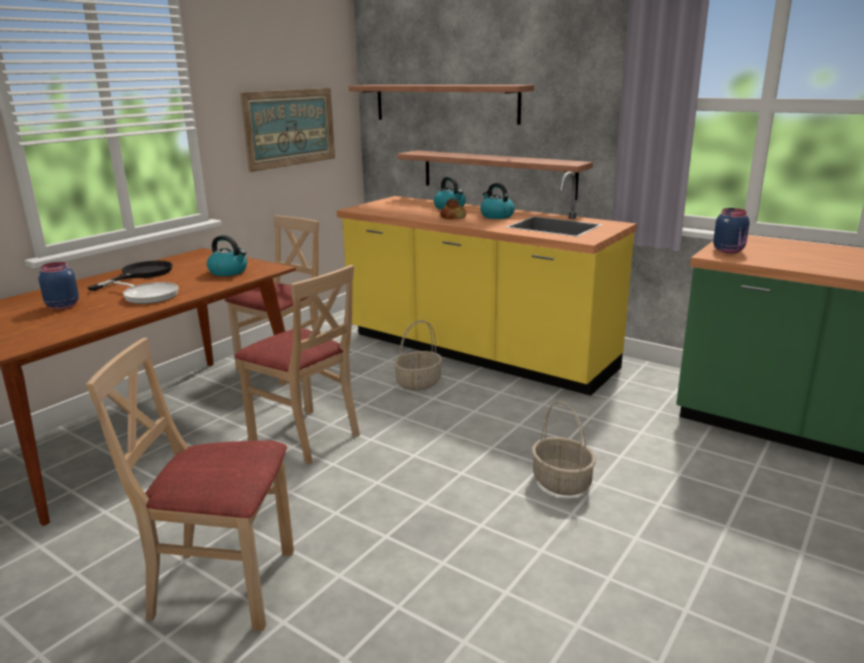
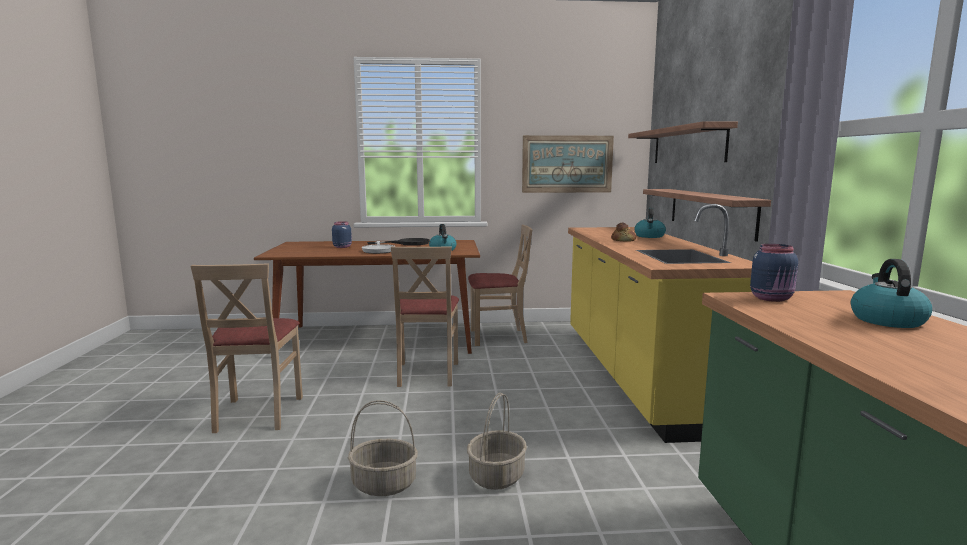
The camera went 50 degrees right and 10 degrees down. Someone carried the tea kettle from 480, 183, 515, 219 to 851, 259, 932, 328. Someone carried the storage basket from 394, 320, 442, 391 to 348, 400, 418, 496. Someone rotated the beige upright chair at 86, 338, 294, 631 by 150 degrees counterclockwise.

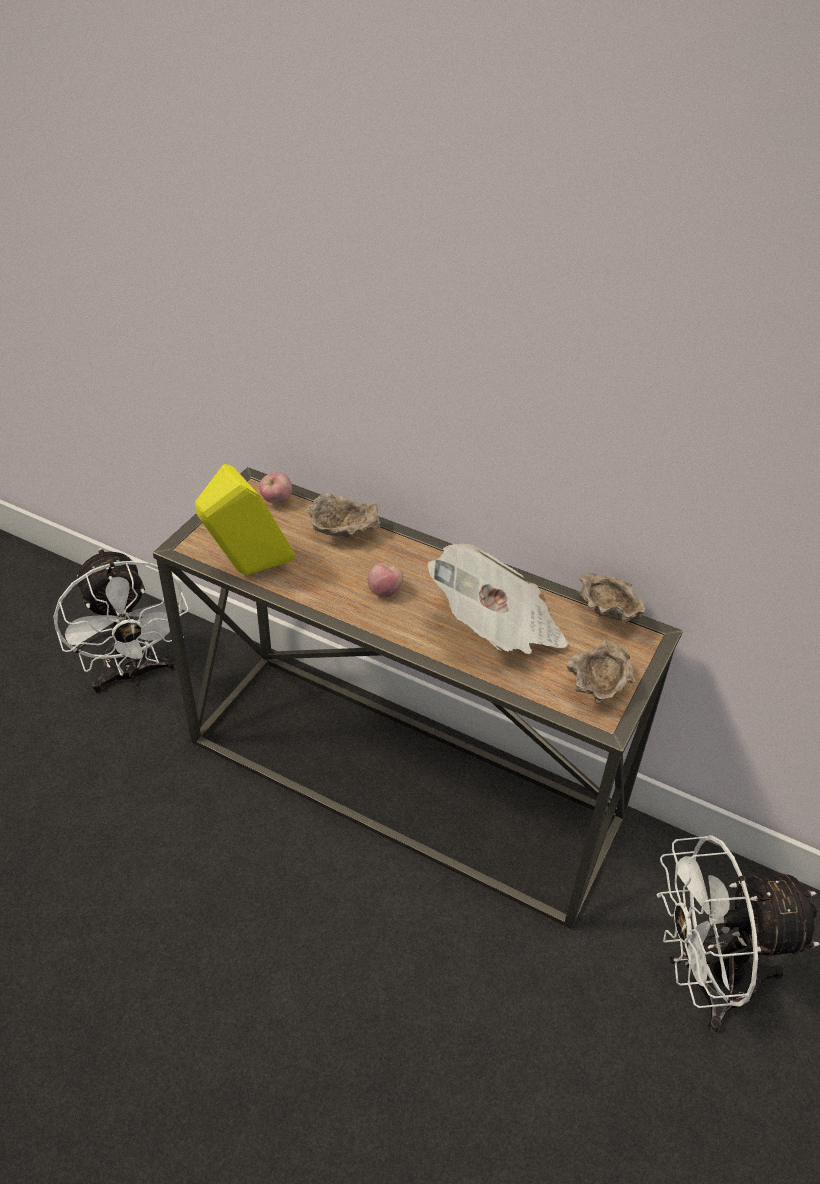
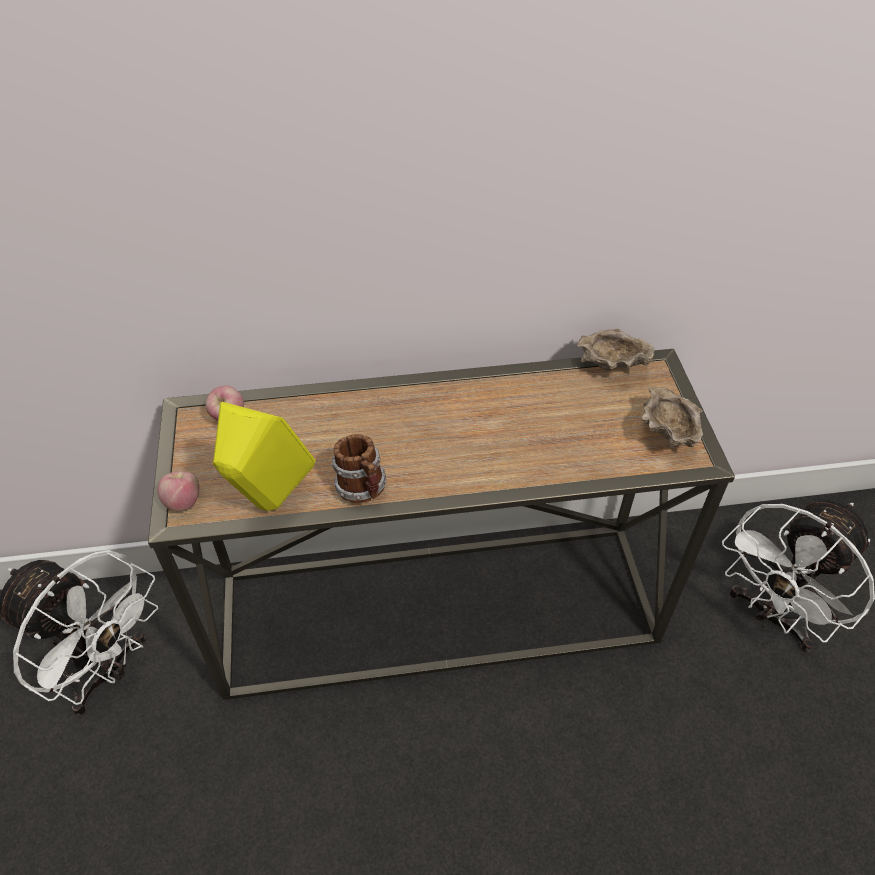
The camera went 35 degrees left and 5 degrees up. Someone took away the beige bowl at 308, 492, 380, 538. Someone took away the printed paper at 427, 543, 568, 654. Someone carried the apple fruit from 368, 563, 403, 597 to 157, 471, 199, 511. Someone put down the mug at 331, 434, 387, 503.

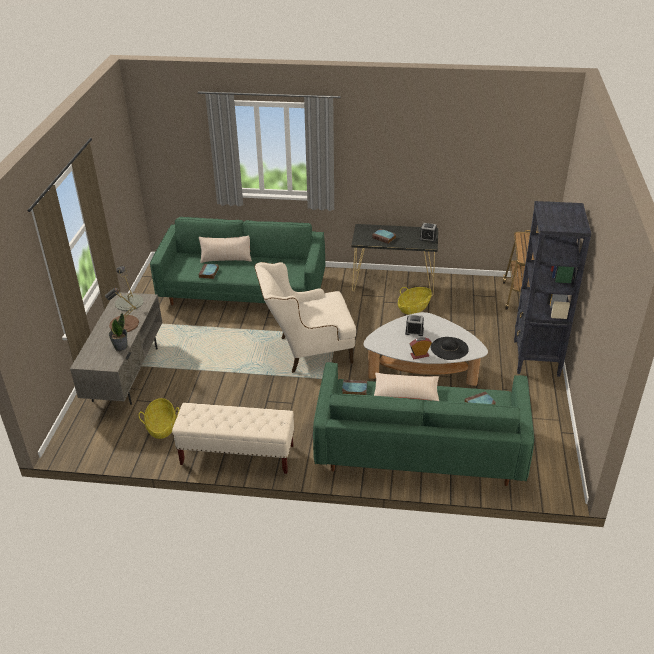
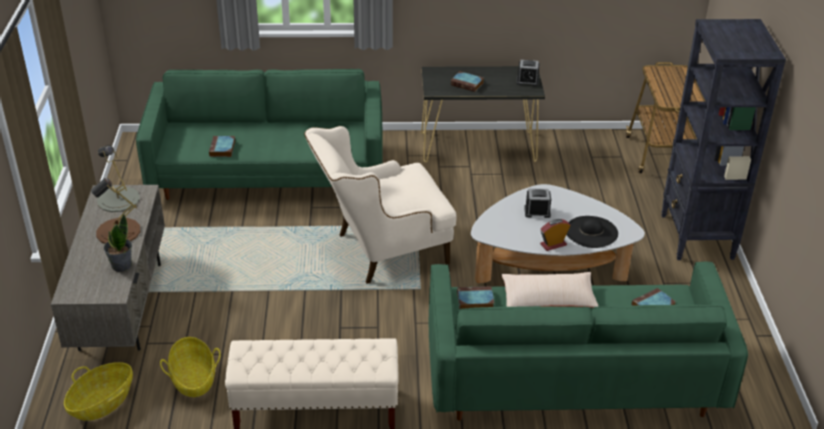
The camera went 10 degrees left and 0 degrees up. Someone took away the beige pillow at 199, 236, 252, 263. Someone carried the storage basket from 398, 287, 432, 315 to 64, 362, 133, 421.

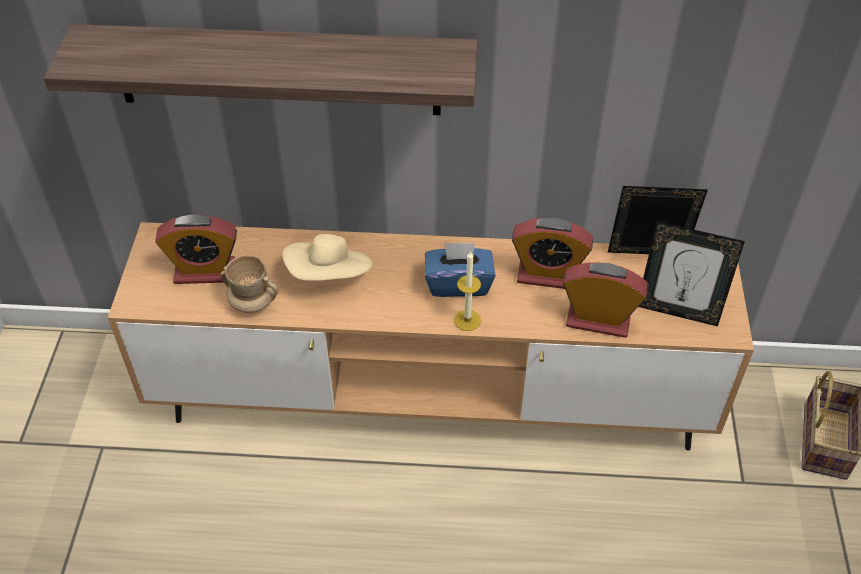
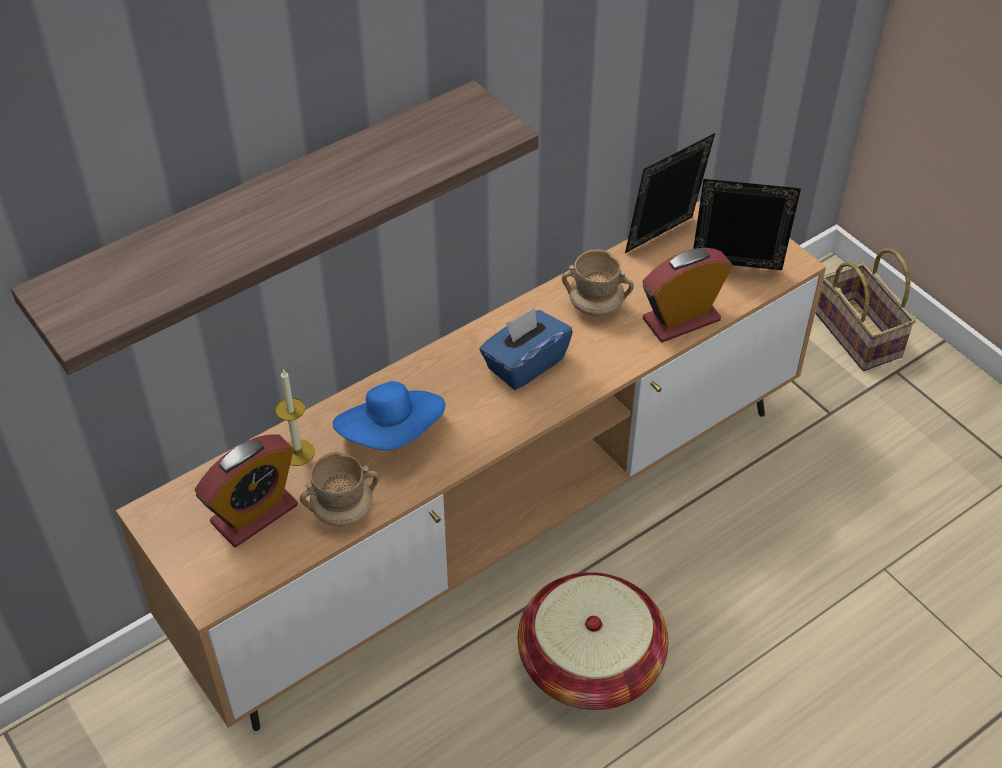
The camera went 40 degrees left and 0 degrees up. Someone swapped the table clock at 512, 218, 593, 289 for the beige mug at 562, 249, 634, 317. Someone rotated the photo frame at 639, 221, 745, 327 by 150 degrees counterclockwise. Someone repainted the beige wearable hat at 282, 234, 373, 281, which became the bluish wearable hat at 333, 381, 445, 450. Someone carried the wax candle from 454, 251, 481, 331 to 276, 369, 315, 466. Someone put down the storage basket at 518, 572, 668, 710.

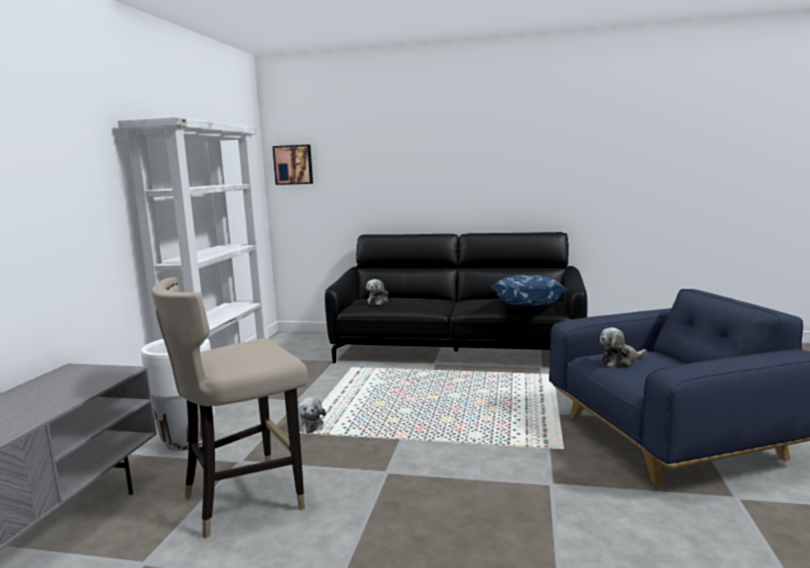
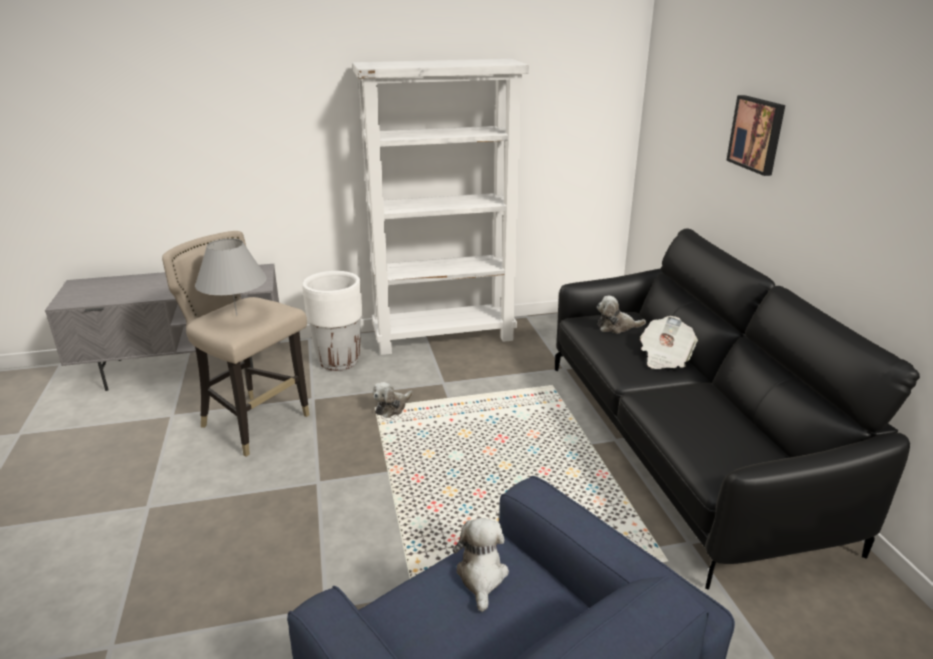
The camera went 65 degrees right and 15 degrees up. Someone carried the wall picture from 273, 145, 313, 185 to 726, 95, 785, 176. Someone took away the bluish pillow at 491, 275, 568, 306. Someone rotated the soft toy at 600, 328, 647, 367 by 45 degrees clockwise. Someone put down the greyish table lamp at 195, 238, 267, 316. Someone put down the printed paper at 640, 316, 698, 369.

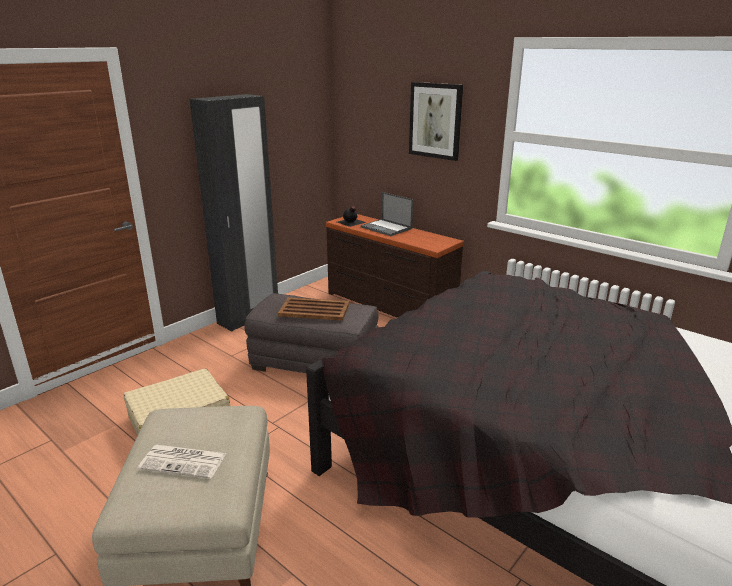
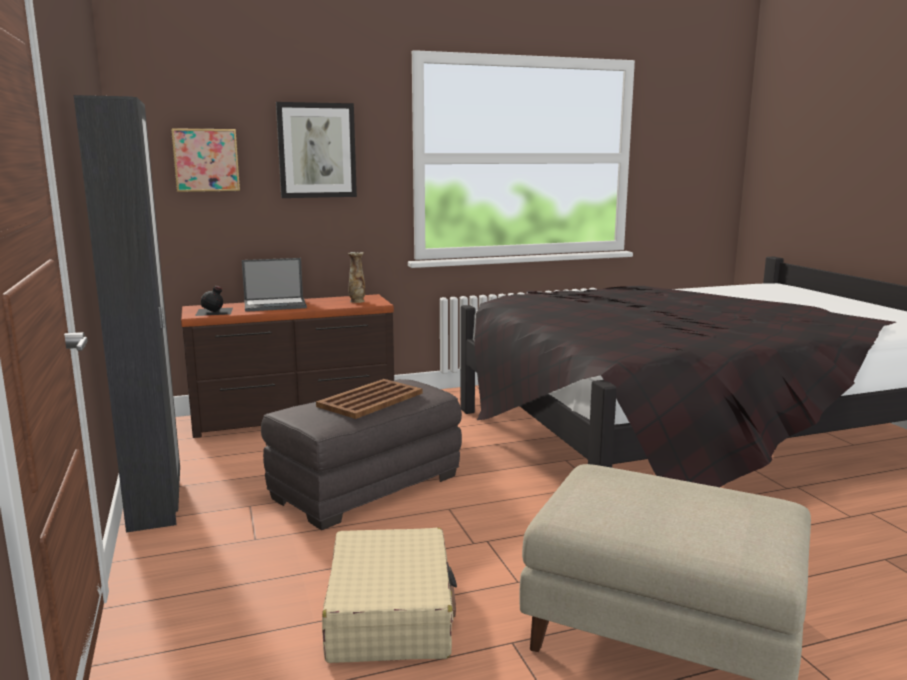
The camera went 60 degrees left and 10 degrees down. Someone took away the printed paper at 138, 445, 227, 479. Someone put up the wall picture at 171, 128, 240, 192. Someone put down the flower vase at 348, 252, 366, 303.

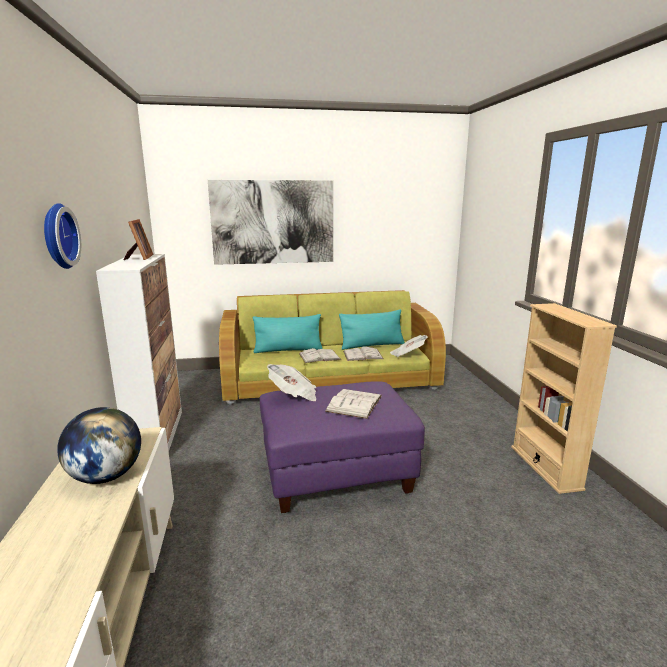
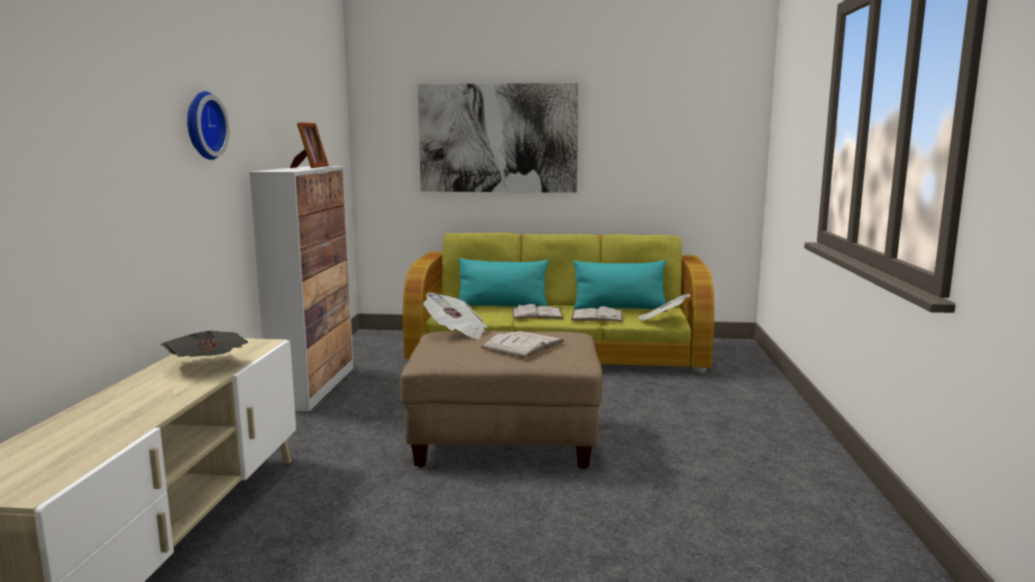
The camera went 15 degrees right and 5 degrees down. Someone took away the beige bookshelf at 511, 303, 617, 494. Someone repainted the purple pouffe at 260, 381, 425, 513, which became the beige pouffe at 400, 331, 602, 469. Someone swapped the world globe at 57, 407, 141, 484 for the printed paper at 160, 331, 248, 357.

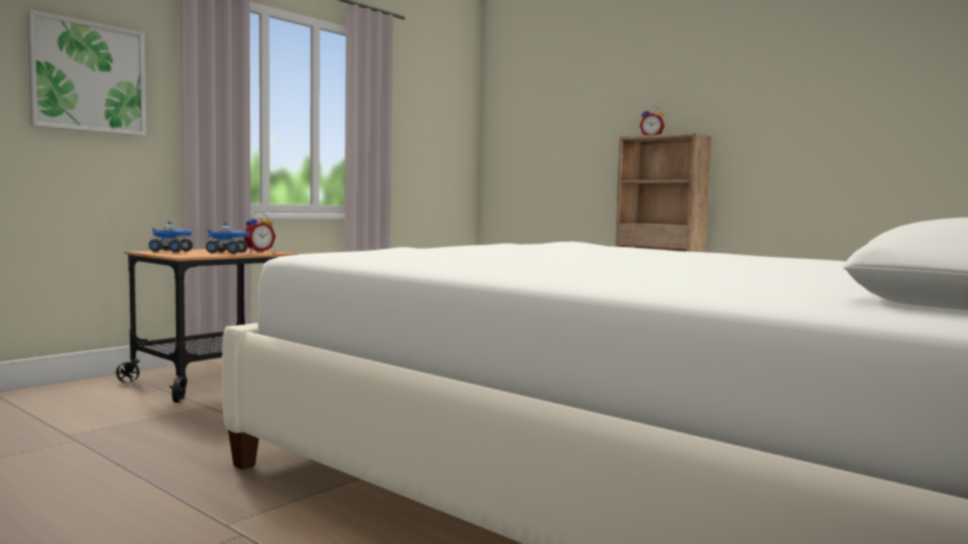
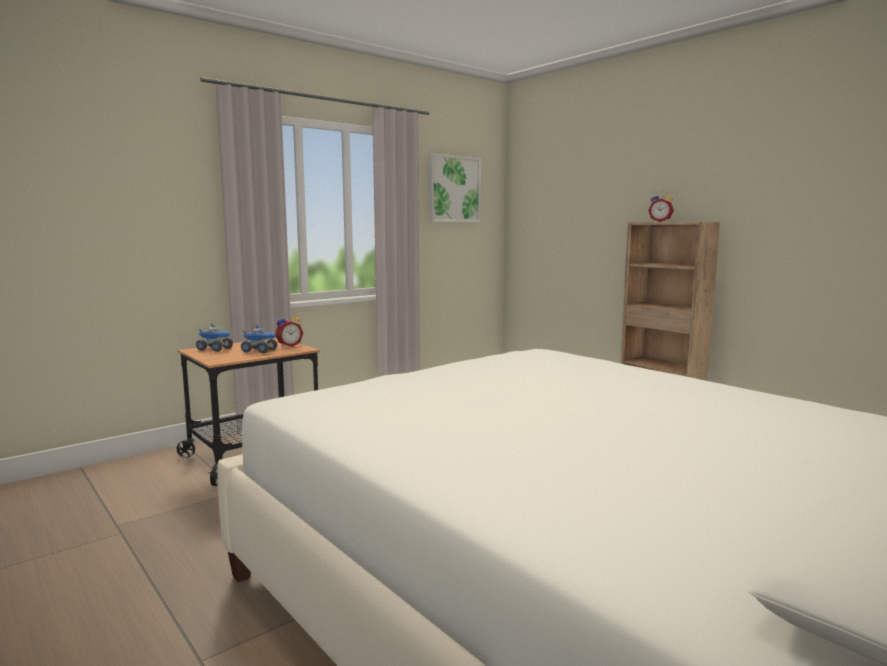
The camera went 10 degrees right and 5 degrees up. Someone carried the wall picture from 27, 10, 146, 136 to 429, 153, 481, 222.

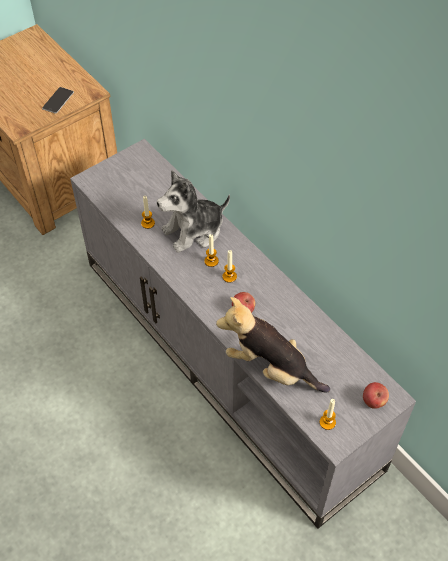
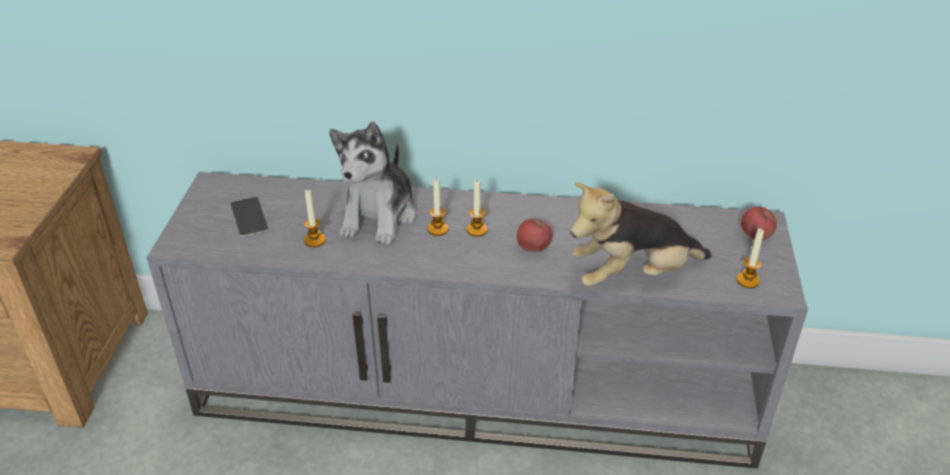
The camera went 45 degrees left and 15 degrees down. Someone carried the phone from 42, 87, 74, 114 to 230, 197, 269, 237.

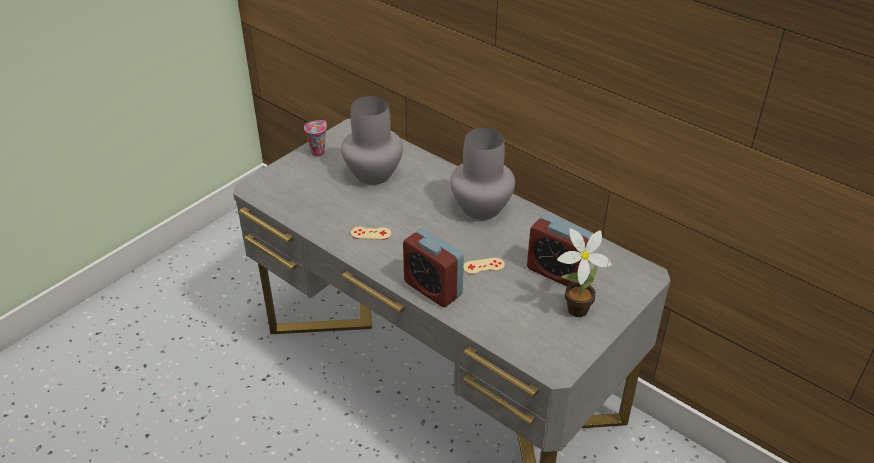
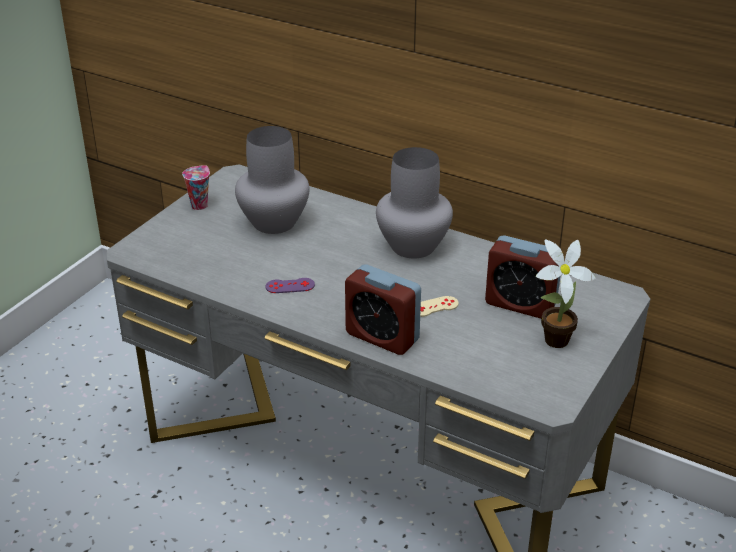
The camera went 10 degrees left and 5 degrees down. Someone repainted the beige gamepad at 351, 227, 391, 240, which became the purple gamepad at 265, 278, 315, 293.

